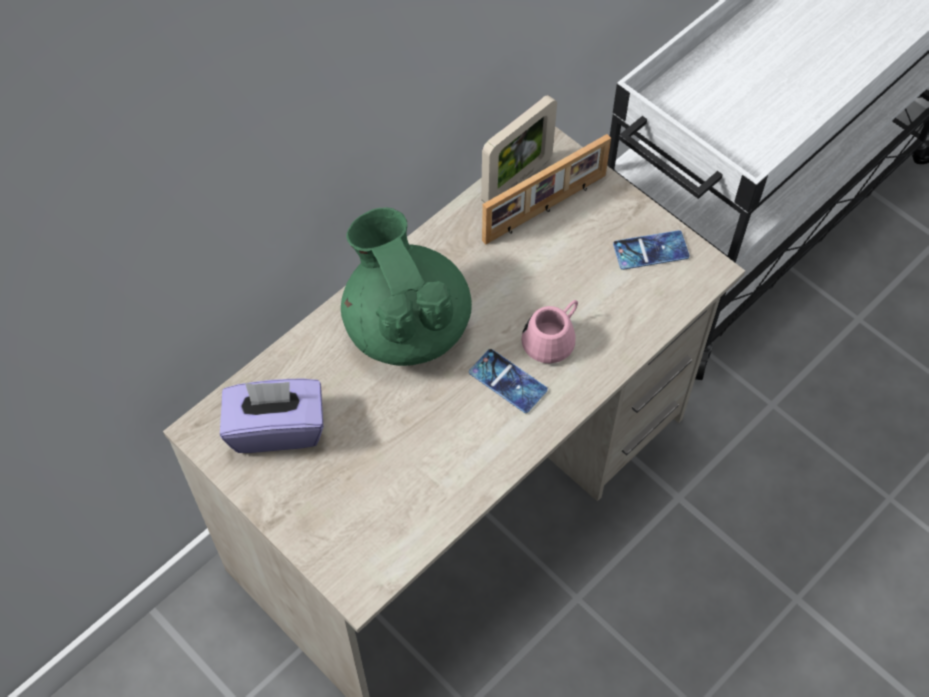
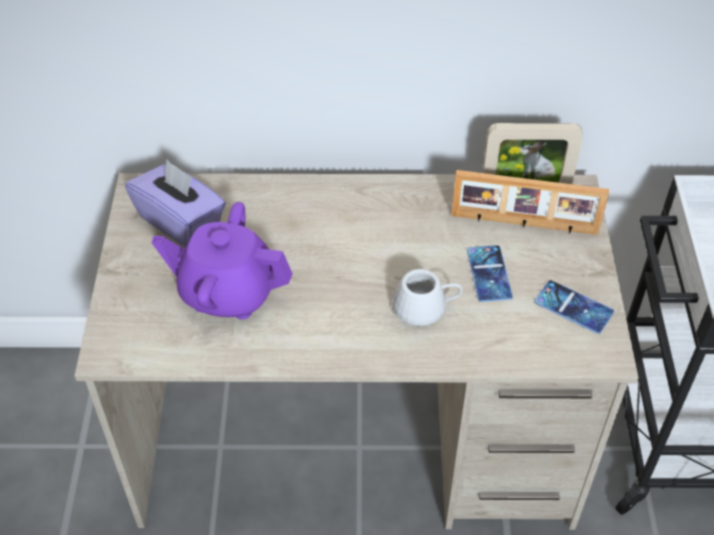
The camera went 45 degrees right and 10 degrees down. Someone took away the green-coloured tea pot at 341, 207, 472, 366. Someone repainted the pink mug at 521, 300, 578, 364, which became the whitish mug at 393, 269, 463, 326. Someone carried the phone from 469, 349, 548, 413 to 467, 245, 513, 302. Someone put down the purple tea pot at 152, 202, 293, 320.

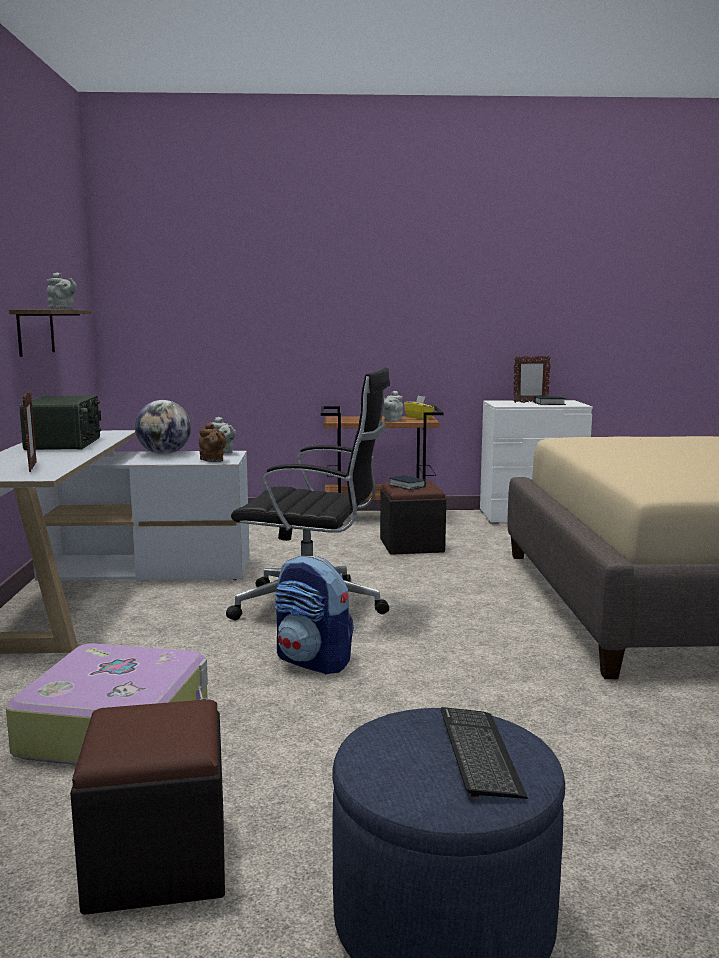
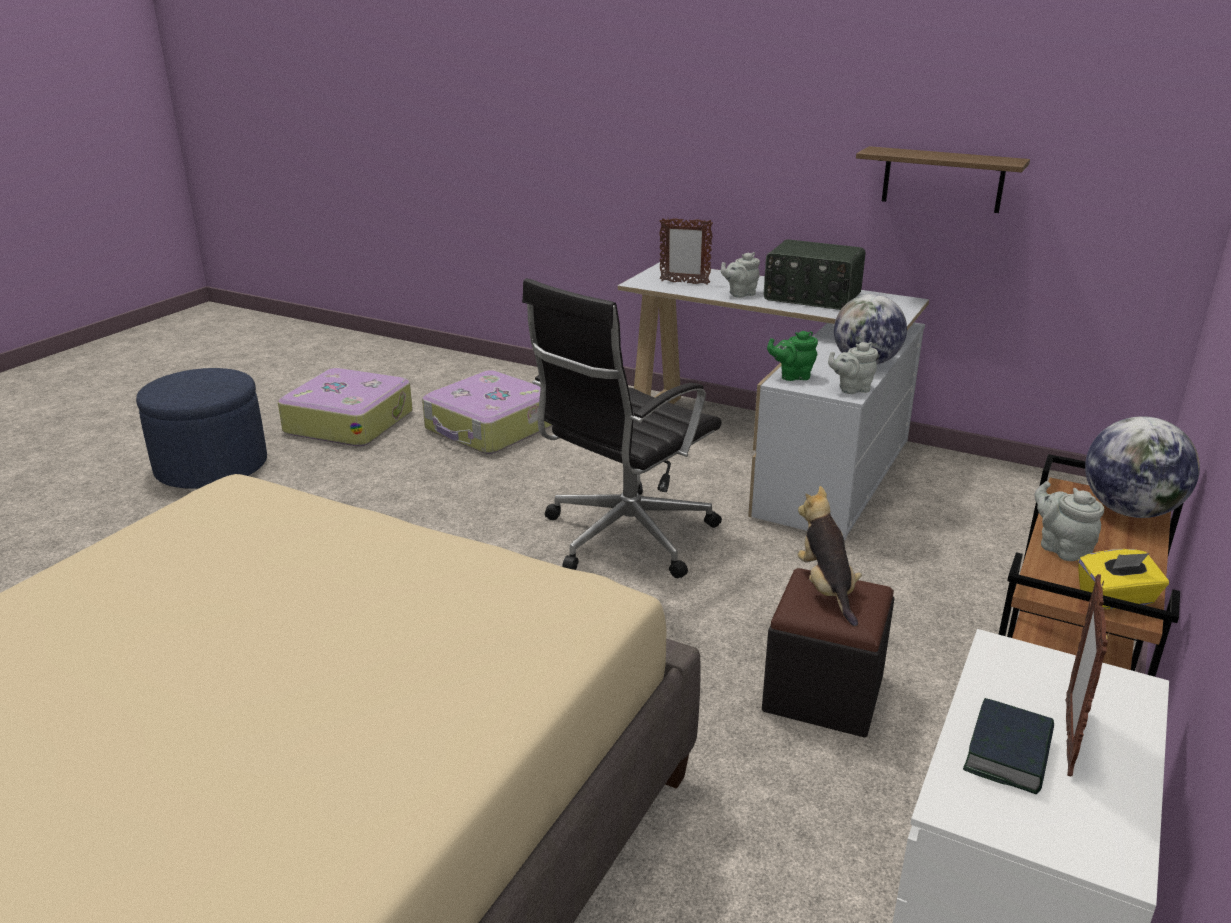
The camera went 120 degrees right and 15 degrees up. Someone carried the greyish tea pot from 47, 272, 77, 309 to 721, 252, 760, 298. Someone repainted the brownish tea pot at 199, 423, 226, 462, which became the green-coloured tea pot at 767, 331, 818, 381. Someone swapped the book at 389, 475, 426, 490 for the soft toy at 798, 486, 862, 626. Someone took away the knapsack at 275, 556, 354, 675. Someone swapped the black-coloured pouffe at 70, 699, 225, 915 for the piece of luggage at 278, 368, 413, 447. Someone took away the PC keyboard at 441, 707, 528, 799. Someone put down the world globe at 1085, 416, 1200, 518.

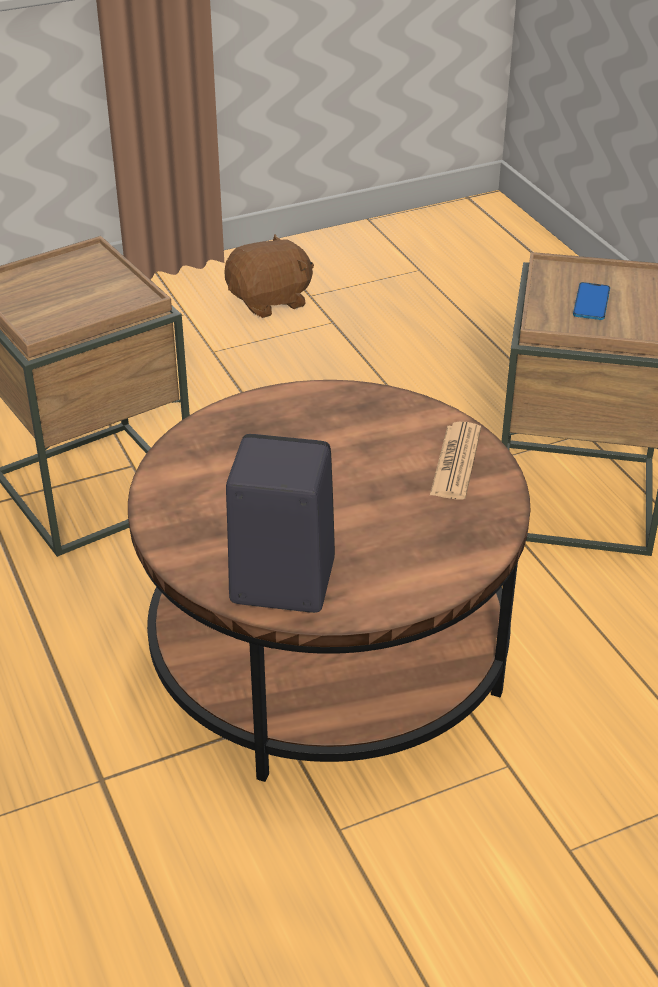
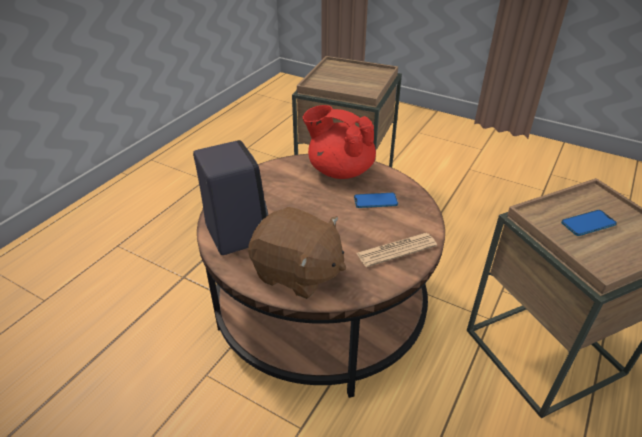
The camera went 55 degrees right and 0 degrees up. Someone carried the brownish soft toy from 224, 234, 314, 318 to 248, 207, 346, 299. Someone put down the red tea pot at 303, 105, 376, 179. Someone put down the phone at 354, 193, 398, 208.

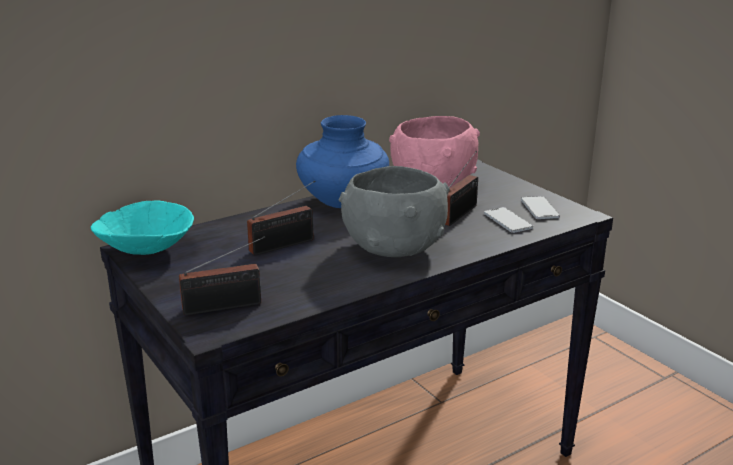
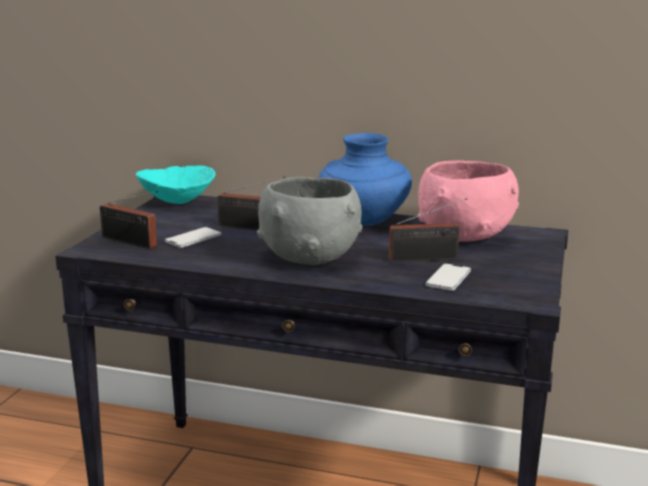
The camera went 50 degrees right and 5 degrees down. Someone carried the phone from 521, 196, 560, 219 to 165, 227, 222, 248.

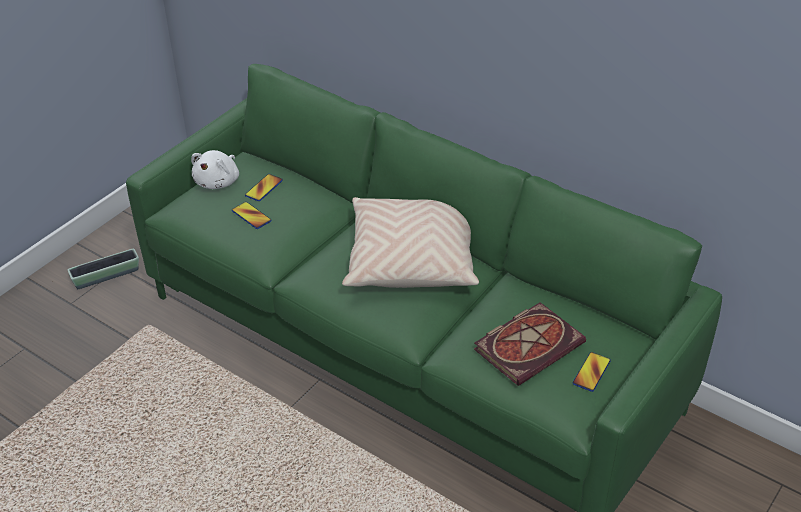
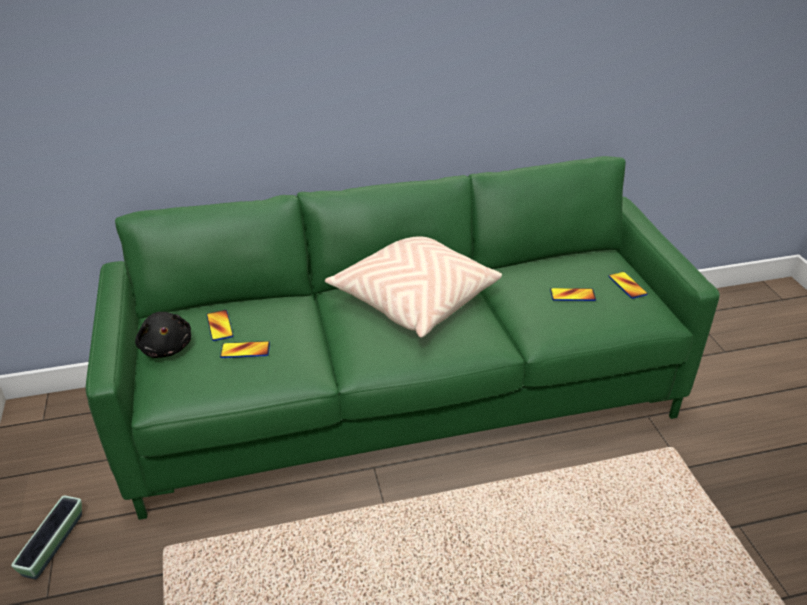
The camera went 50 degrees left and 5 degrees down. Someone repainted the whitish soft toy at 191, 150, 239, 189, which became the black-coloured soft toy at 135, 312, 191, 358. Someone swapped the book at 474, 302, 586, 386 for the phone at 550, 288, 596, 301.

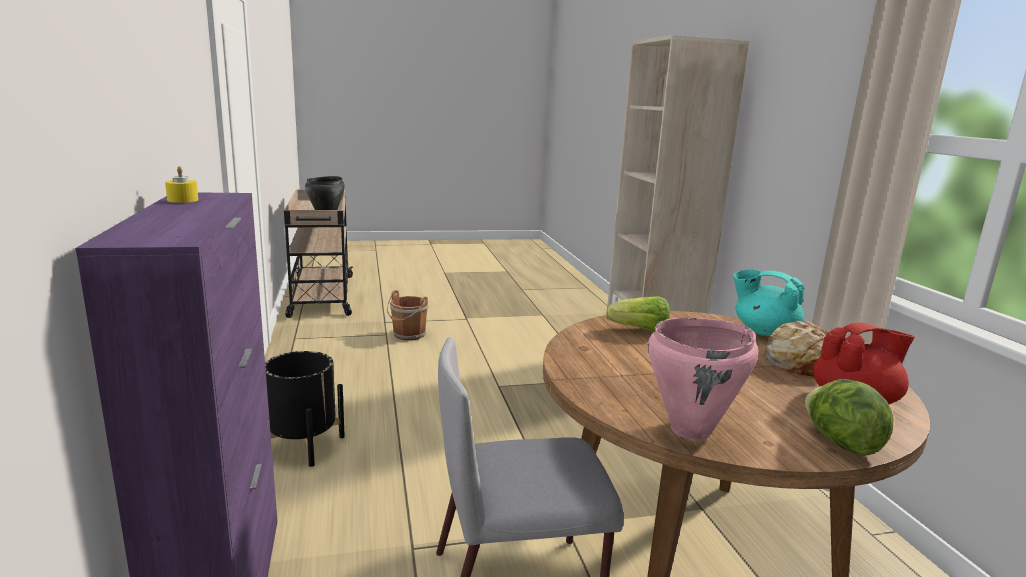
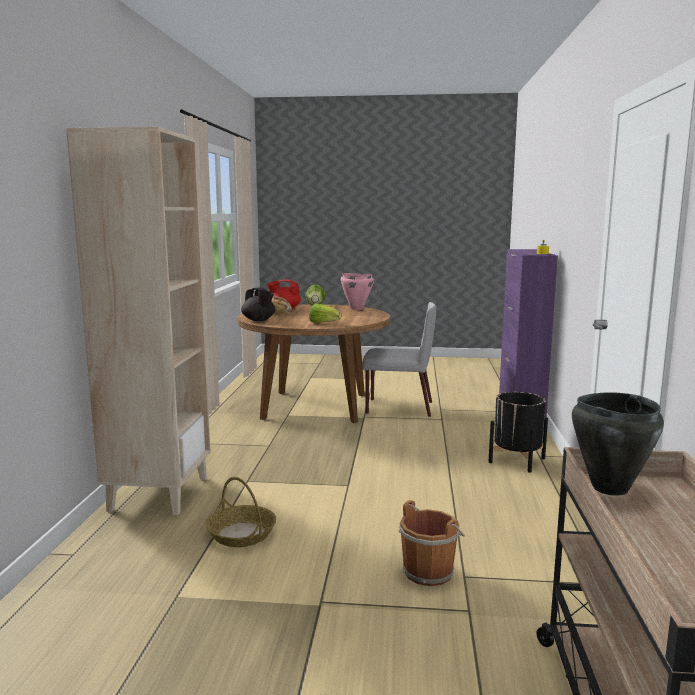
The camera went 160 degrees left and 5 degrees down. Someone repainted the turquoise-coloured tea pot at 733, 269, 804, 336, which became the black-coloured tea pot at 241, 288, 275, 321. Someone put down the storage basket at 206, 477, 276, 547.

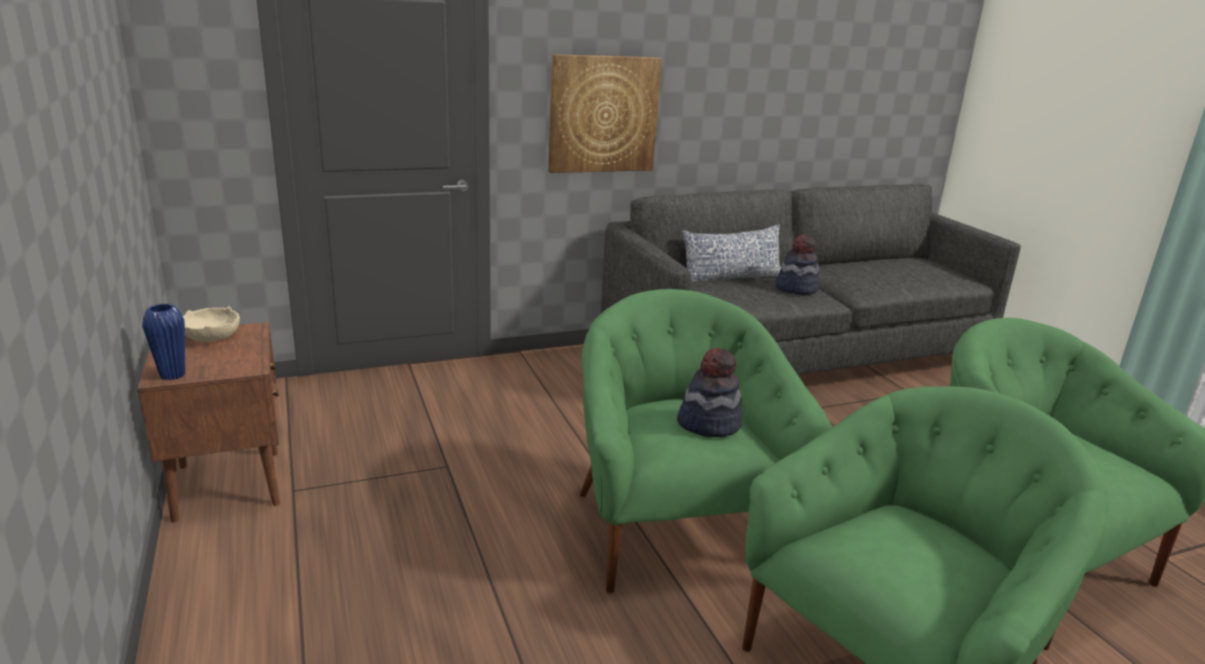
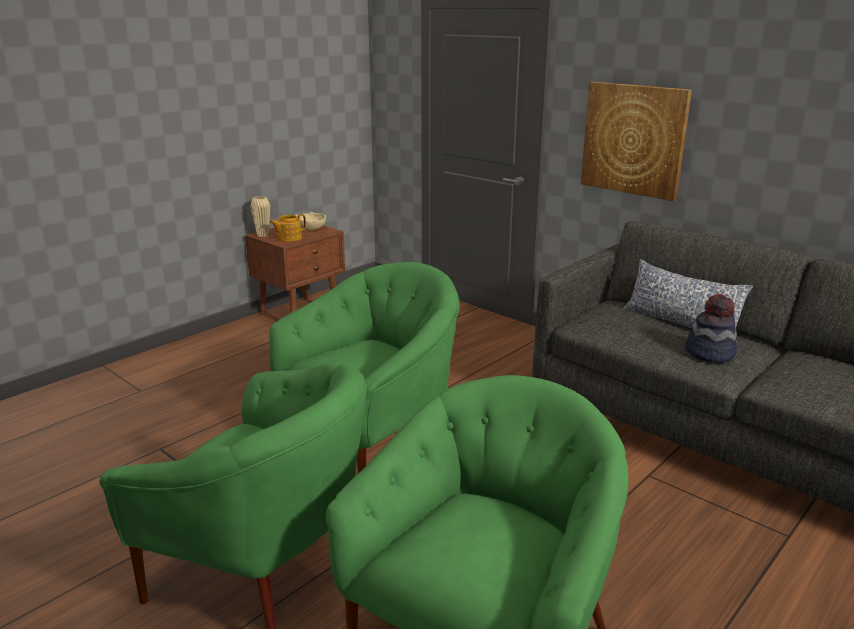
The camera went 65 degrees right and 0 degrees up. Someone repainted the bluish flower vase at 142, 304, 185, 380, which became the beige flower vase at 250, 196, 270, 237. Someone took away the wearable hat at 677, 348, 742, 437. Someone put down the tea pot at 269, 214, 306, 242.

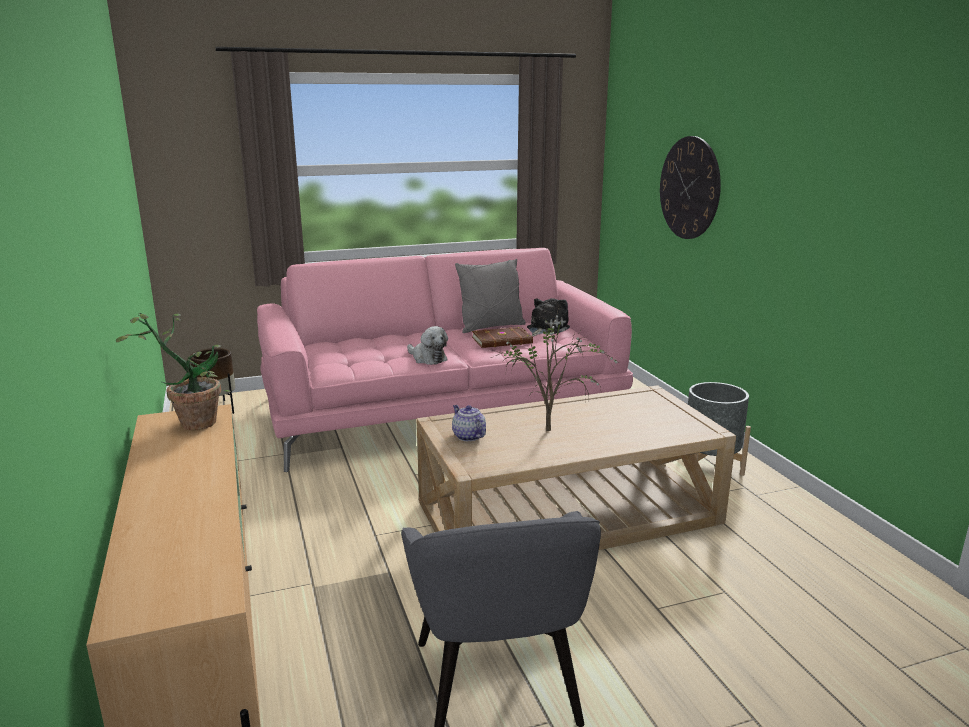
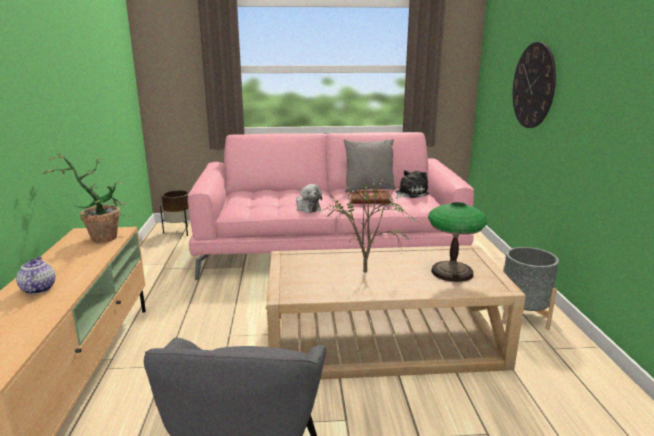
The camera went 15 degrees right and 0 degrees up. Someone carried the tea pot from 452, 405, 486, 441 to 16, 257, 55, 294. Someone put down the table lamp at 428, 202, 487, 282.

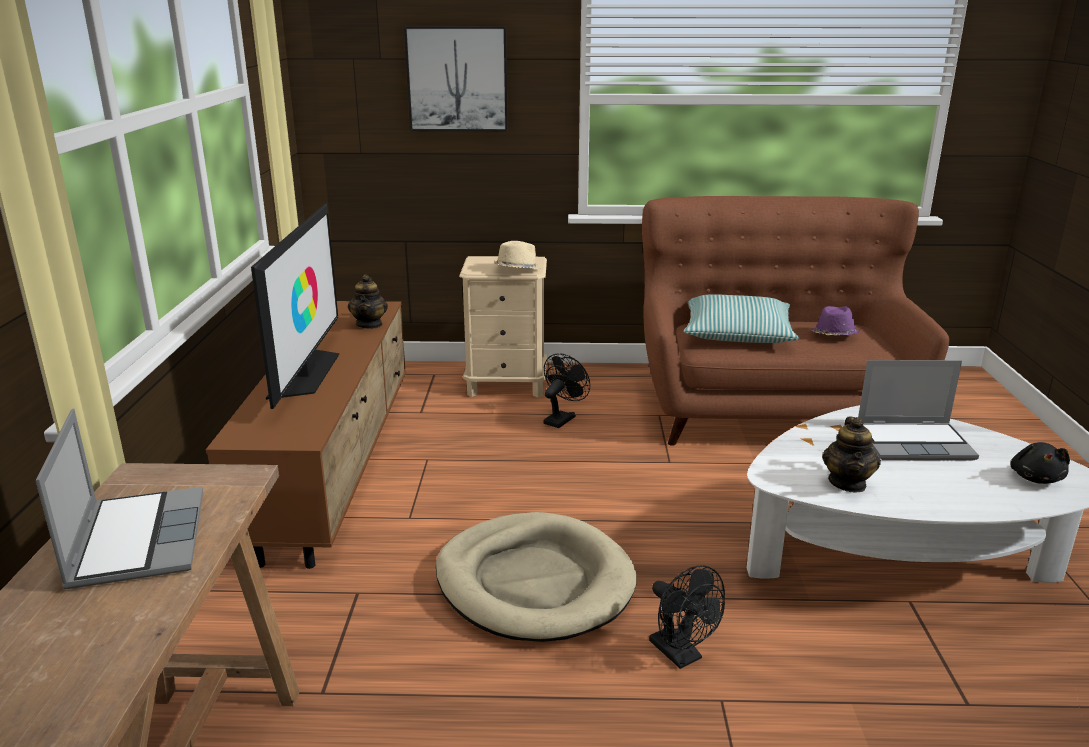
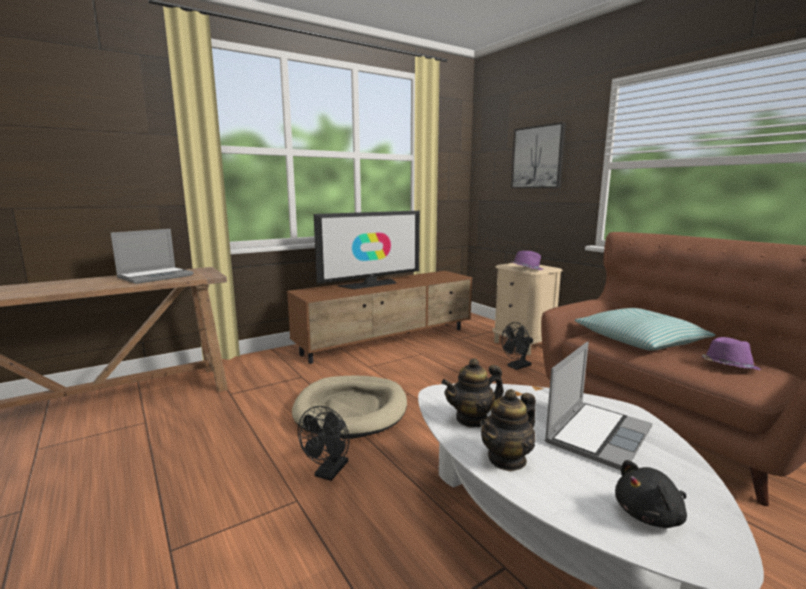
The camera went 55 degrees right and 10 degrees down. Someone repainted the beige wearable hat at 494, 241, 542, 269, which became the purple wearable hat at 511, 251, 543, 270. Someone carried the tea pot from 348, 274, 388, 329 to 480, 389, 536, 471. Someone rotated the black-coloured fan at 543, 353, 590, 428 by 150 degrees clockwise. Someone rotated the laptop at 858, 360, 979, 461 by 105 degrees counterclockwise.

